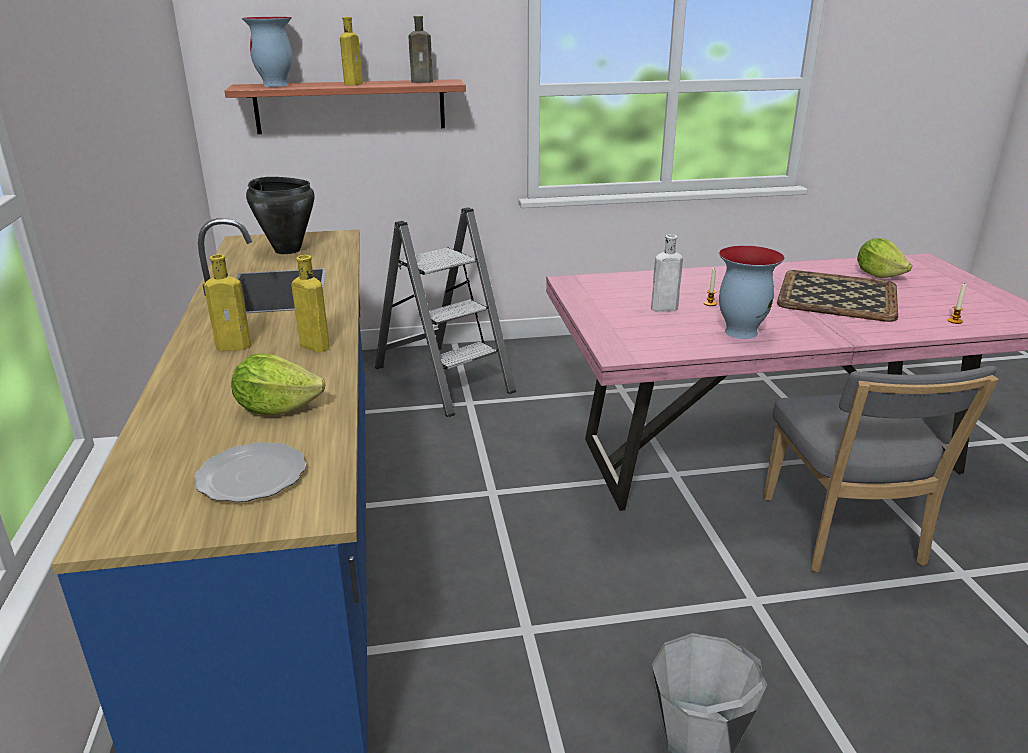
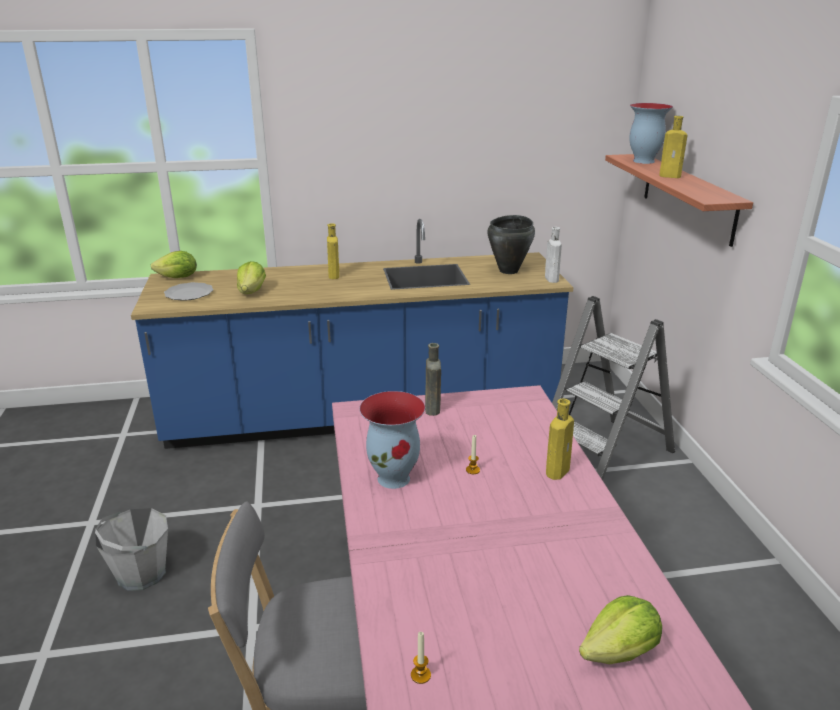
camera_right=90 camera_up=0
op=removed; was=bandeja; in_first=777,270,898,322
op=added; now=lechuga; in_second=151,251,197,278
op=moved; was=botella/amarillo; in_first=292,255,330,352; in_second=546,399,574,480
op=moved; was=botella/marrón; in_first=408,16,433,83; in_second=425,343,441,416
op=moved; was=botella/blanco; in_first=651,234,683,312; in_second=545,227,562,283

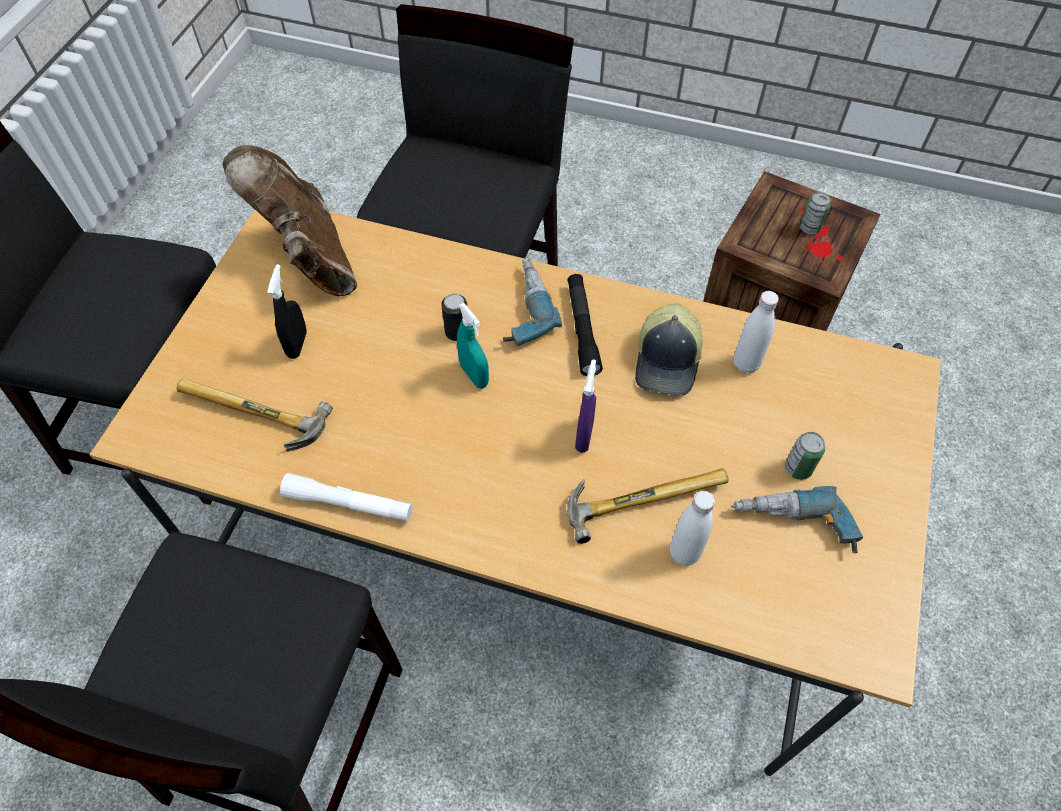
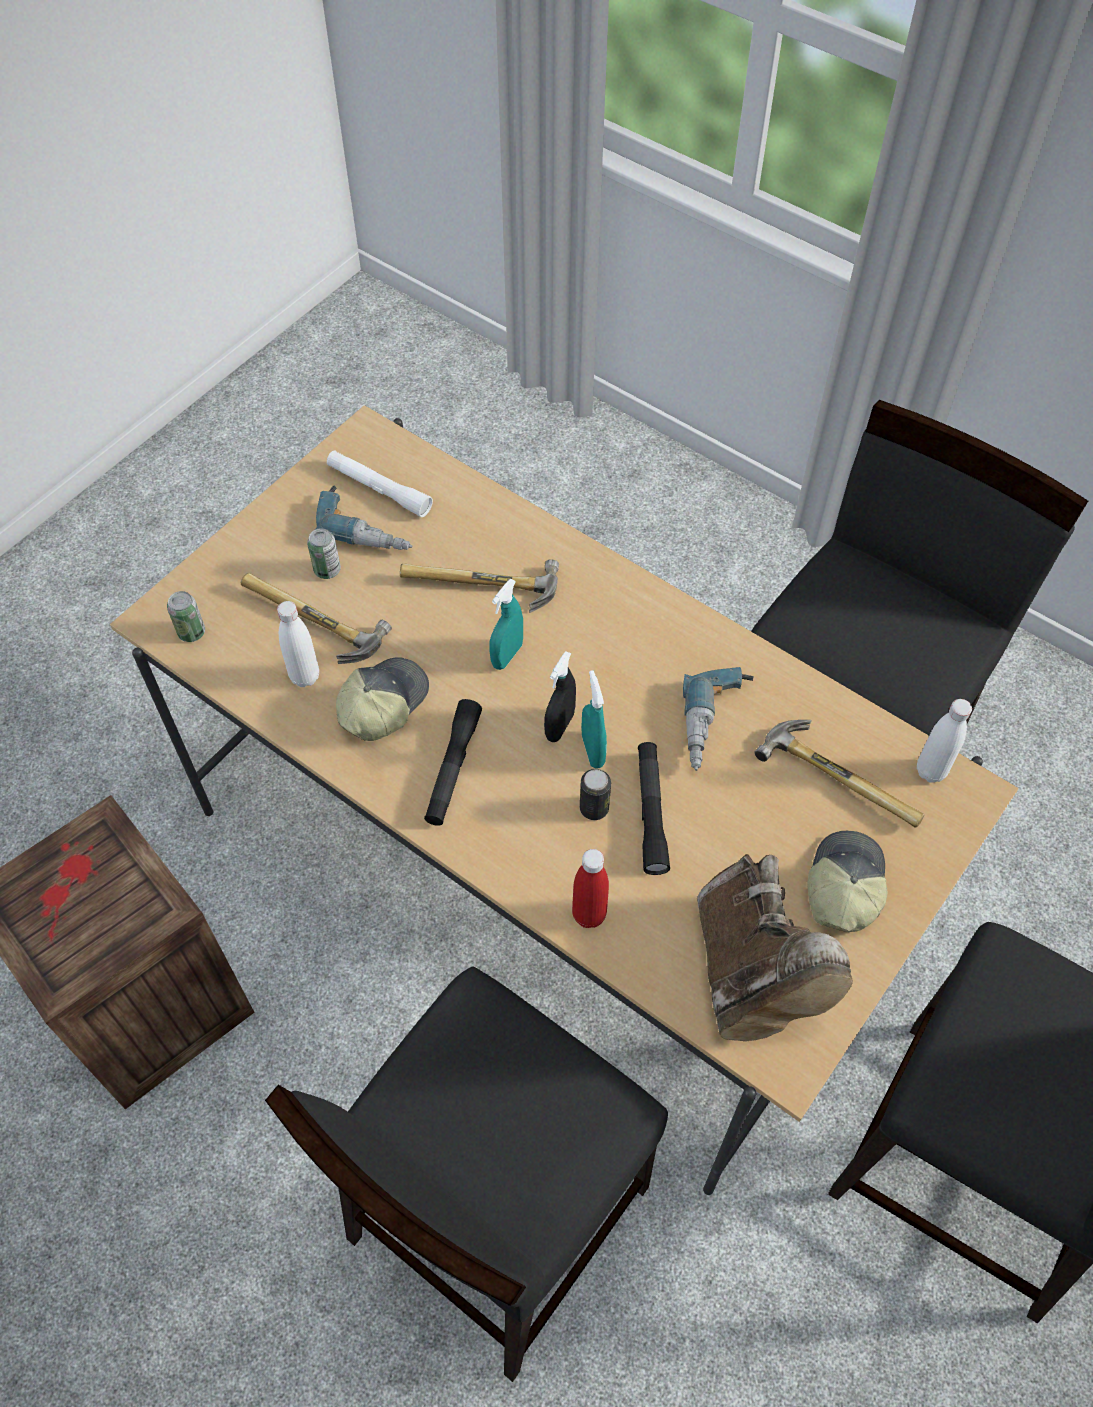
camera_right=-160 camera_up=0
op=added; now=martillo; in_second=241,573,392,664
op=added; now=botella/rojo; in_second=572,849,609,928
op=added; now=linterna/negro; in_second=638,742,670,875
op=added; now=gorra; in_second=808,830,888,932
op=moved; was=pulverizador/negro; in_first=267,264,307,359; in_second=544,651,576,742
op=moved; was=linterna/blanco; in_first=280,473,413,522; in_second=327,451,433,517
op=moved; was=taladro; in_first=503,258,562,346; in_second=683,667,754,771
op=moved; was=botella/blanco; in_first=670,491,715,566; in_second=917,699,972,783
op=moved; was=lata; in_first=800,192,831,235; in_second=167,591,205,642
op=recoloured; was=pulverizador/morado; now=pulverizador/turquesa; in_first=575,359,596,453; in_second=489,579,523,670

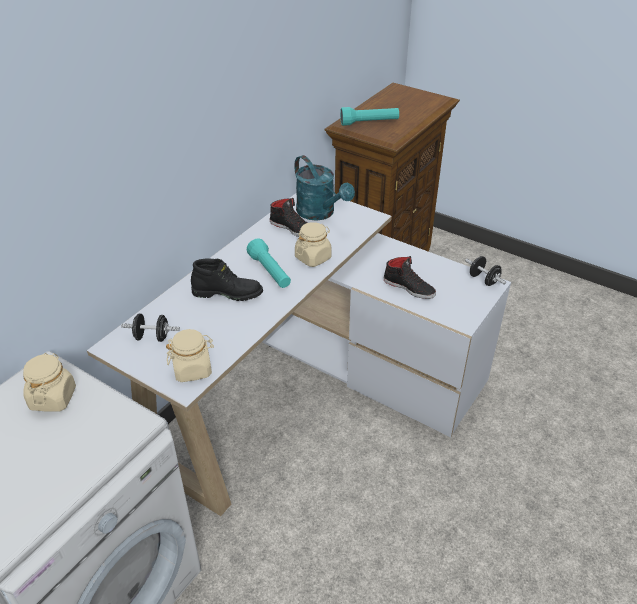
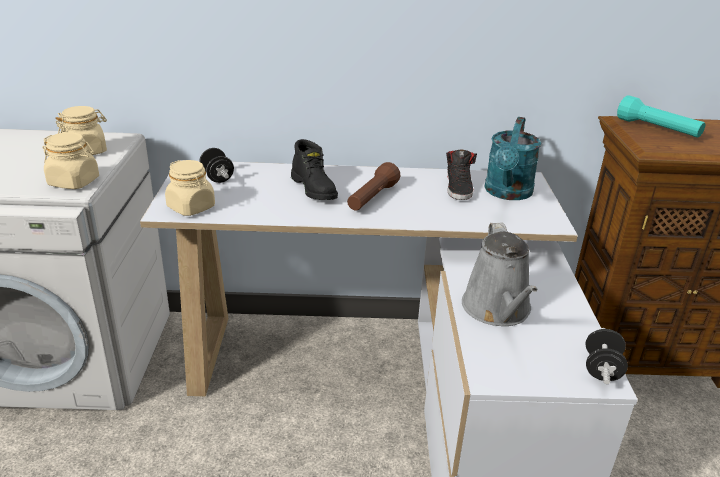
camera_right=55 camera_up=-10
op=moved; was=tarro/beis; in_first=295,222,332,267; in_second=43,132,99,189
op=replaced; was=zapato/negro; now=regadera/gris; in_first=384,256,436,299; in_second=462,223,538,326
op=recoloured; was=linterna/turquesa; now=linterna/marrón; in_first=247,238,291,288; in_second=347,162,401,211

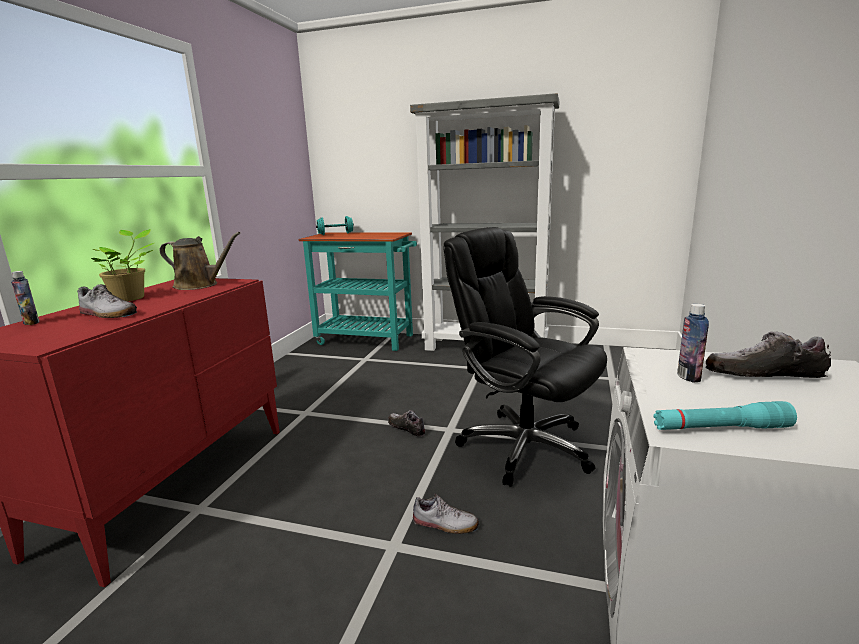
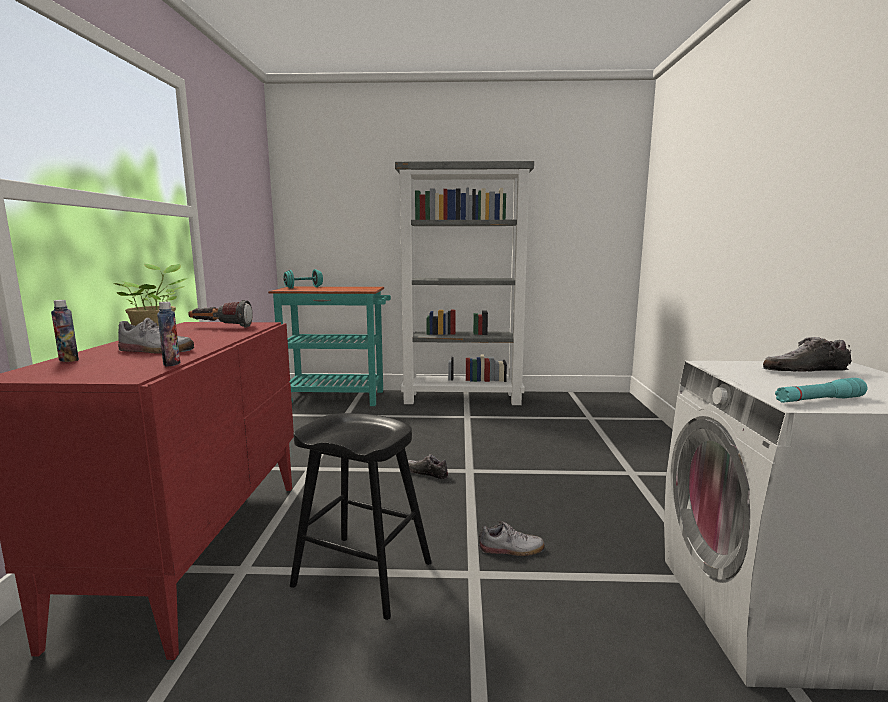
camera_right=-15 camera_up=-5
op=removed; was=silla de oficina/negro; in_first=443,227,607,487
op=added; now=taburete/negro; in_second=290,413,432,620
op=moved; was=botella; in_first=677,304,709,383; in_second=157,302,180,367
op=replaced; was=regadera/marrón; now=linterna; in_first=160,232,240,290; in_second=188,300,253,328

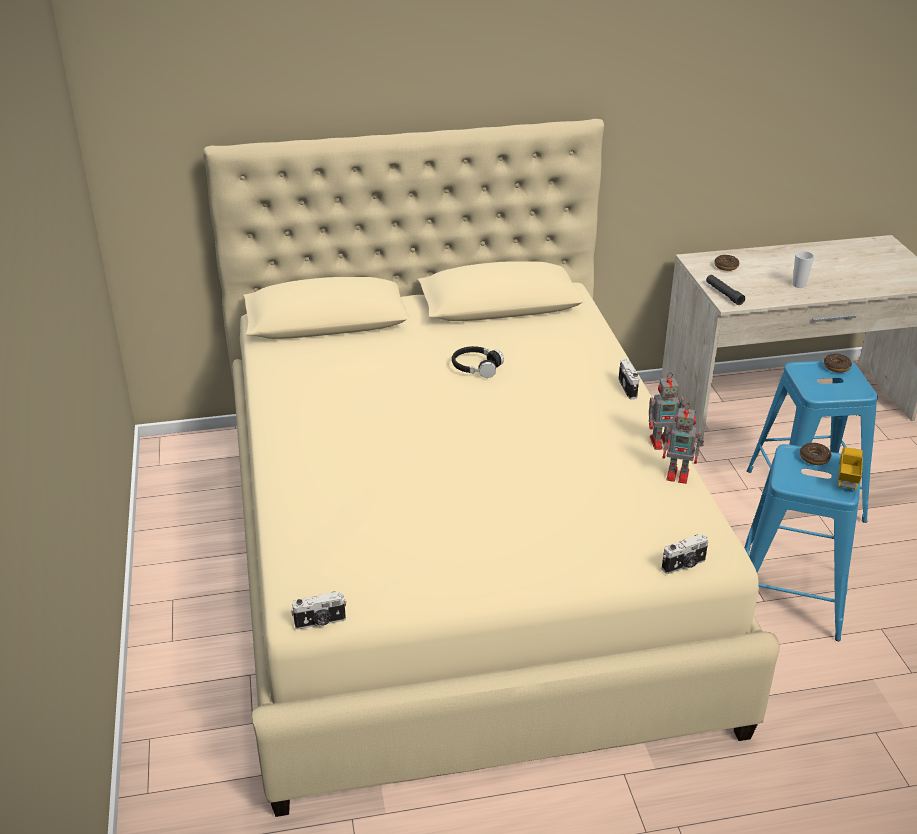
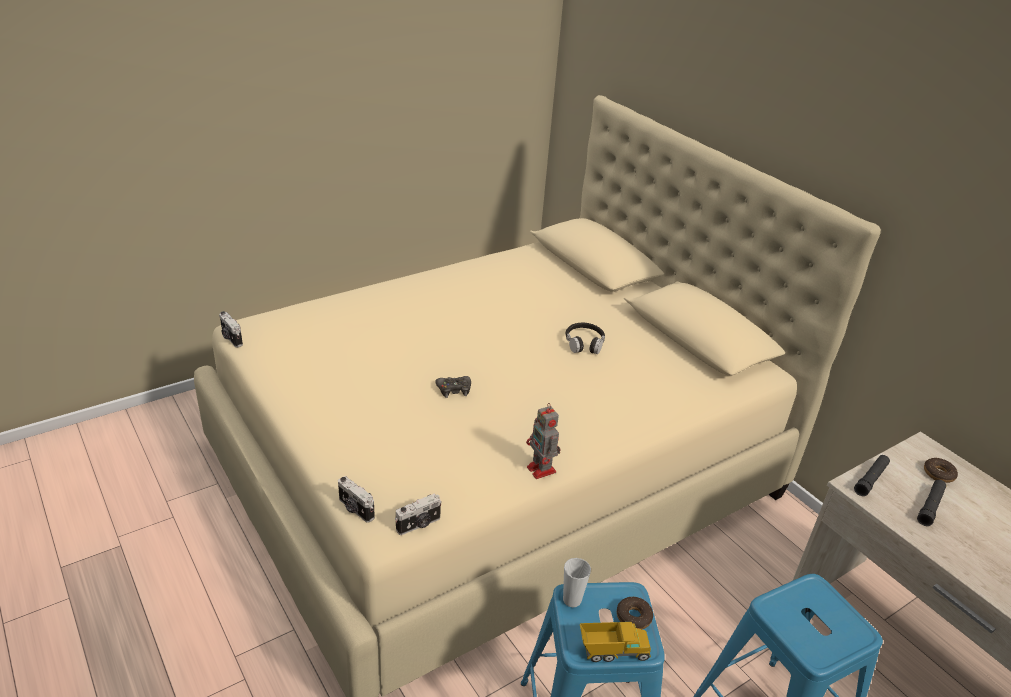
camera_right=65 camera_up=0
op=removed; was=robot de juguete; in_first=662,403,704,484
op=removed; was=rosquilla; in_first=824,353,852,373
op=added; now=mando de consola/negro; in_second=435,376,471,398
op=added; now=linterna/negro; in_second=917,480,946,526
op=moved; was=cámara; in_first=619,359,639,399; in_second=395,493,442,535
op=moved; was=taza; in_first=792,251,814,288; in_second=563,558,591,607

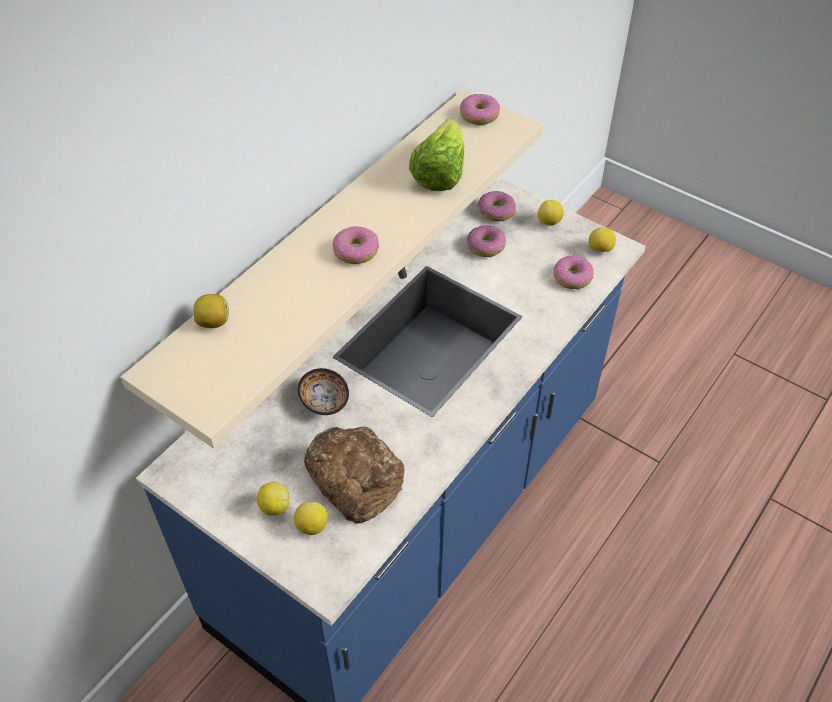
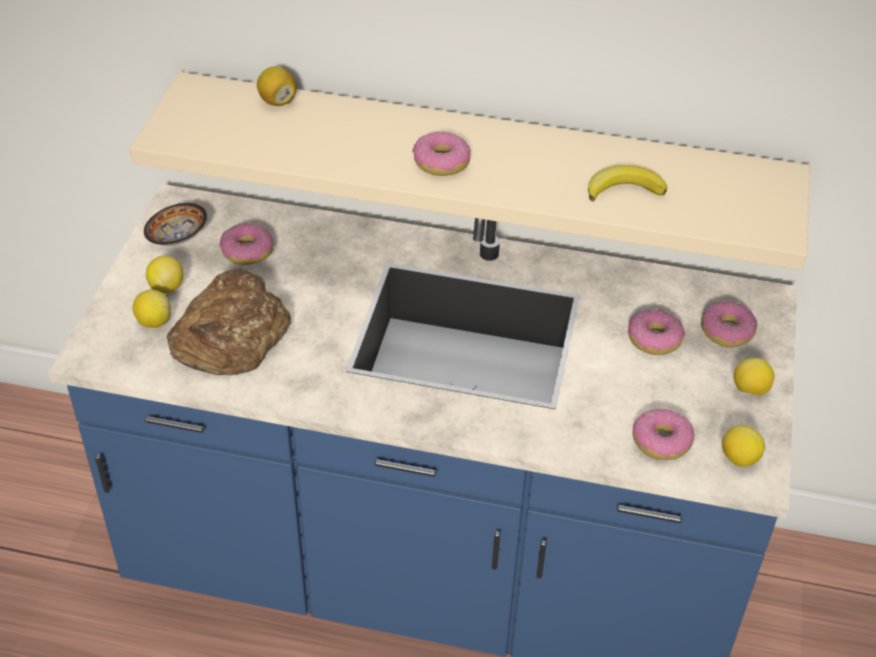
camera_right=65 camera_up=-5
op=moved; was=cuenco; in_first=298,368,349,415; in_second=144,203,207,246
op=moved; was=rosquilla; in_first=460,94,500,125; in_second=219,223,273,265
op=replaced; was=lechuga; now=plátano; in_first=409,118,464,191; in_second=588,165,667,202

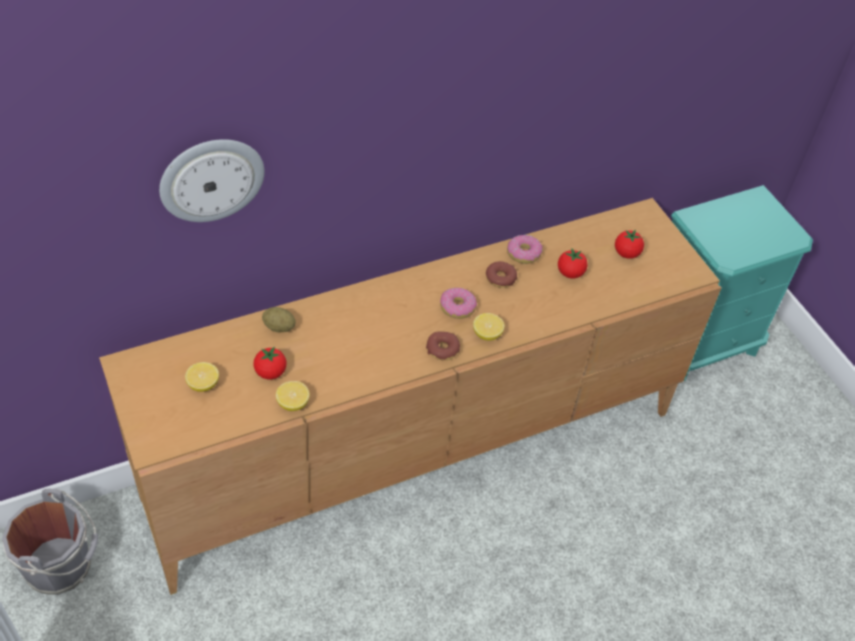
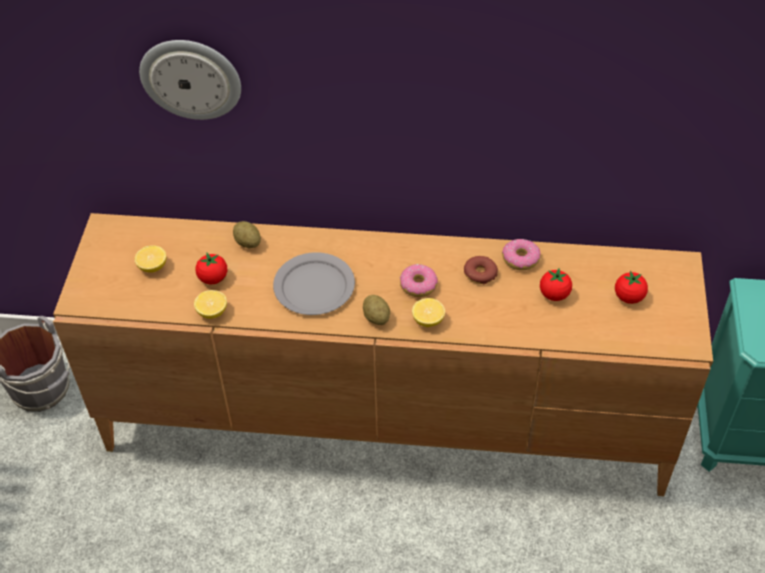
camera_right=35 camera_up=0
op=added; now=plato/gris; in_second=273,252,355,315
op=replaced; was=rosquilla; now=patata; in_first=426,331,460,360; in_second=363,295,390,325

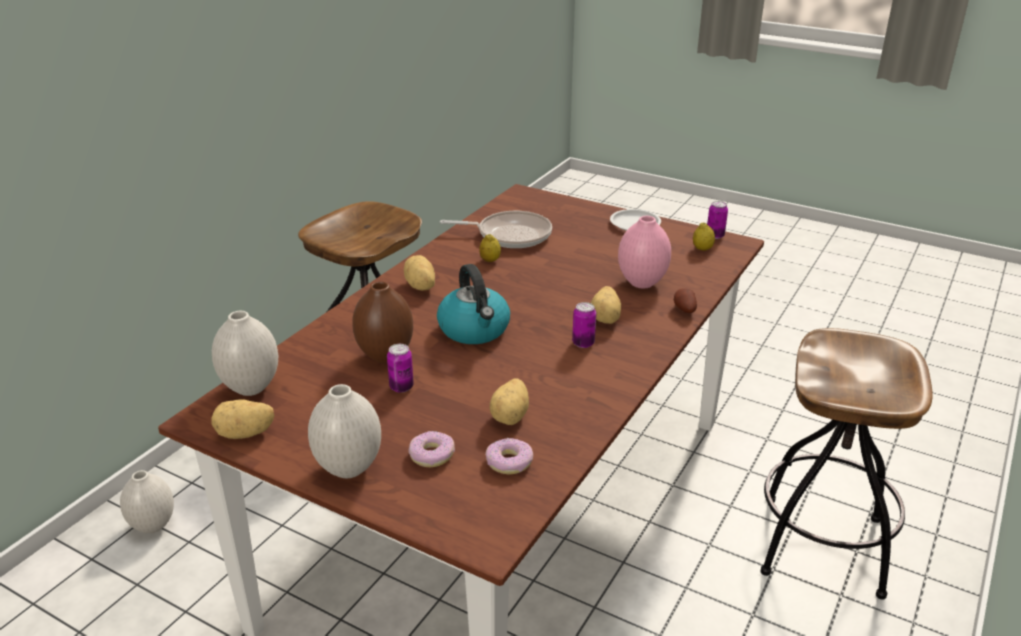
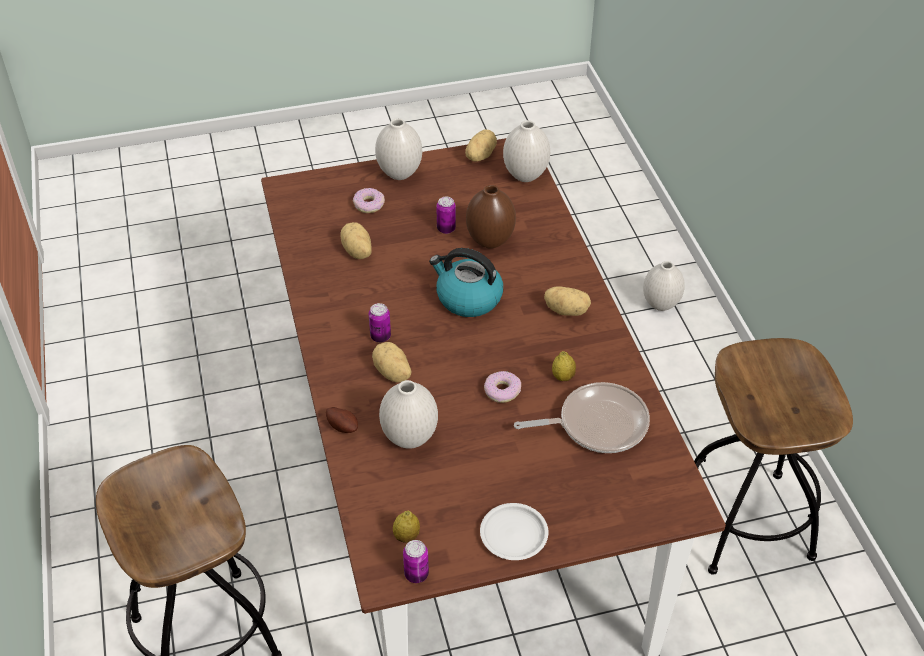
camera_right=135 camera_up=15
op=moved; was=rosquilla; in_first=485,438,533,474; in_second=484,371,521,403
op=recoloured; was=florero/rosa; now=florero/blanco; in_first=618,216,671,289; in_second=379,380,438,449
op=turned; was=sartén; in_first=440,211,552,248; in_second=514,382,650,453; clockwise=-150

